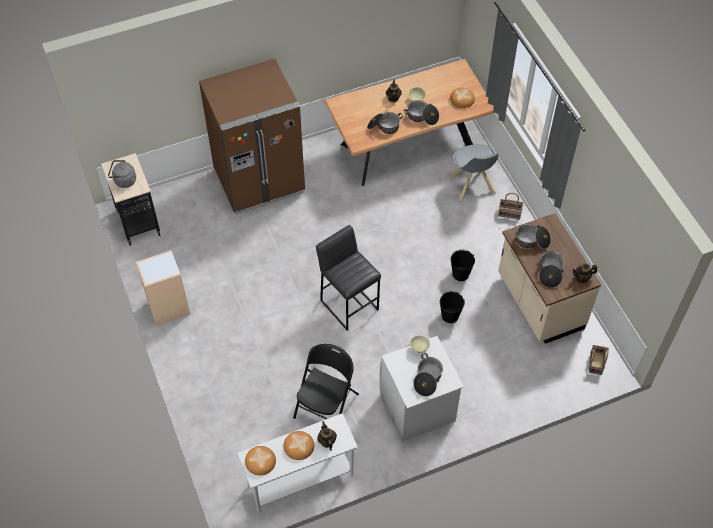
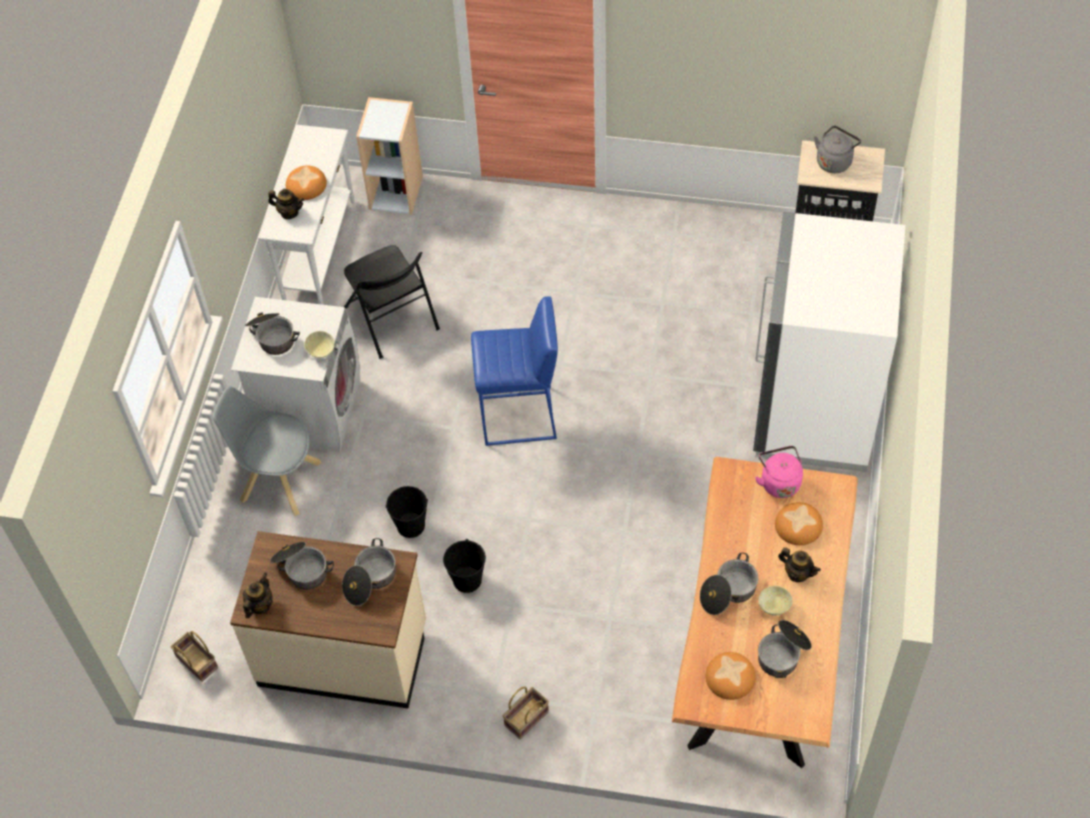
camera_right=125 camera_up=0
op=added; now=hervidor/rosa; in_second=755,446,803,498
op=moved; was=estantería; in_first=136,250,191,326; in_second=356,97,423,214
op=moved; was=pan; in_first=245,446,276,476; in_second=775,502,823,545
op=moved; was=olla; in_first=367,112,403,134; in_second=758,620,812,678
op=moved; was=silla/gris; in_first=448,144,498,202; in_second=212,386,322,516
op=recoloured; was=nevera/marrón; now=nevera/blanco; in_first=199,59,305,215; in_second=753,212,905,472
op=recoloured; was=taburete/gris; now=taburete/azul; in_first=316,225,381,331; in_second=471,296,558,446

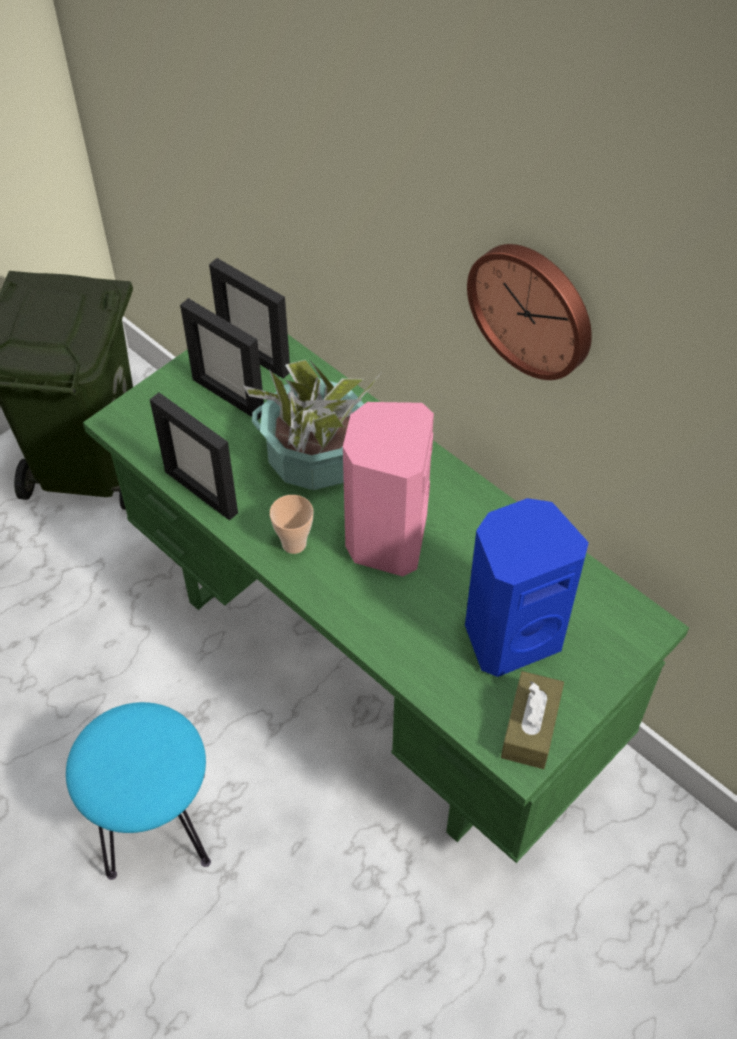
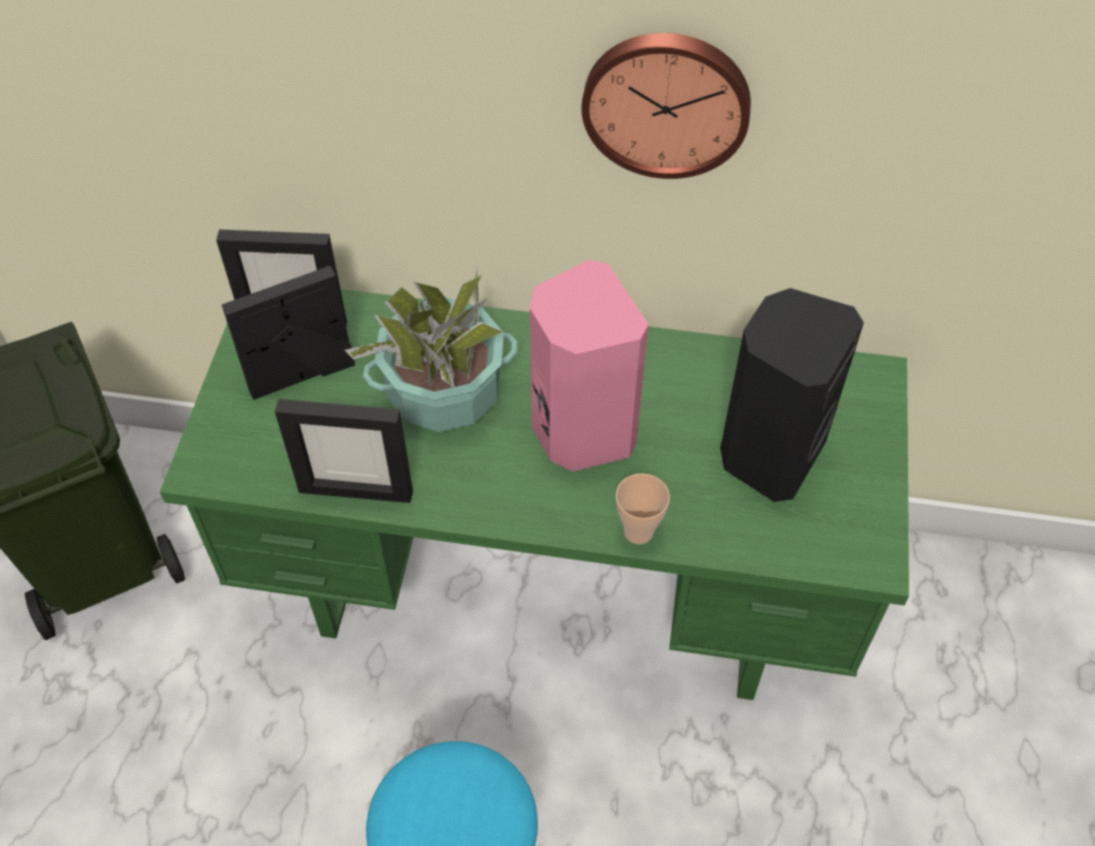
camera_right=-35 camera_up=0
op=removed; was=caja de pañuelos/marrón; in_first=501,671,564,769
op=moved; was=taza; in_first=270,495,313,554; in_second=616,473,670,544
op=recoloured; was=altavoz/azul; now=altavoz/negro; in_first=465,498,589,677; in_second=720,288,864,502
op=turned; was=portarretratos; in_first=180,298,264,420; in_second=222,266,355,400; clockwise=150

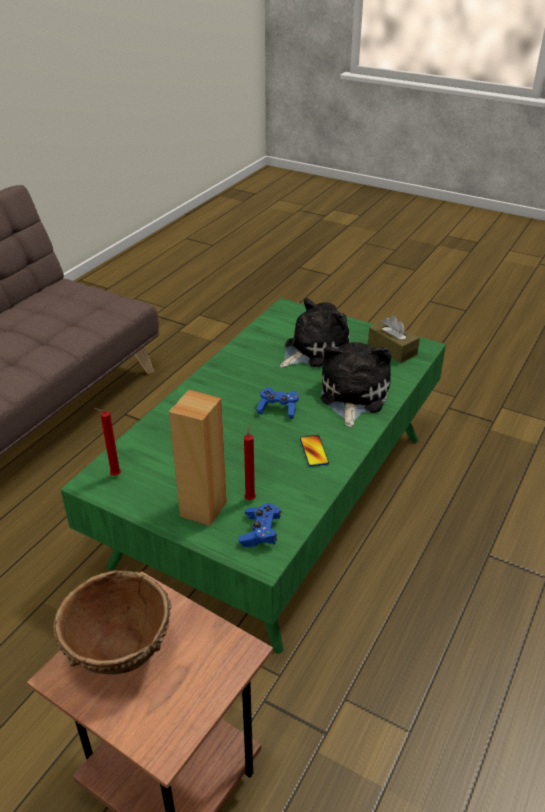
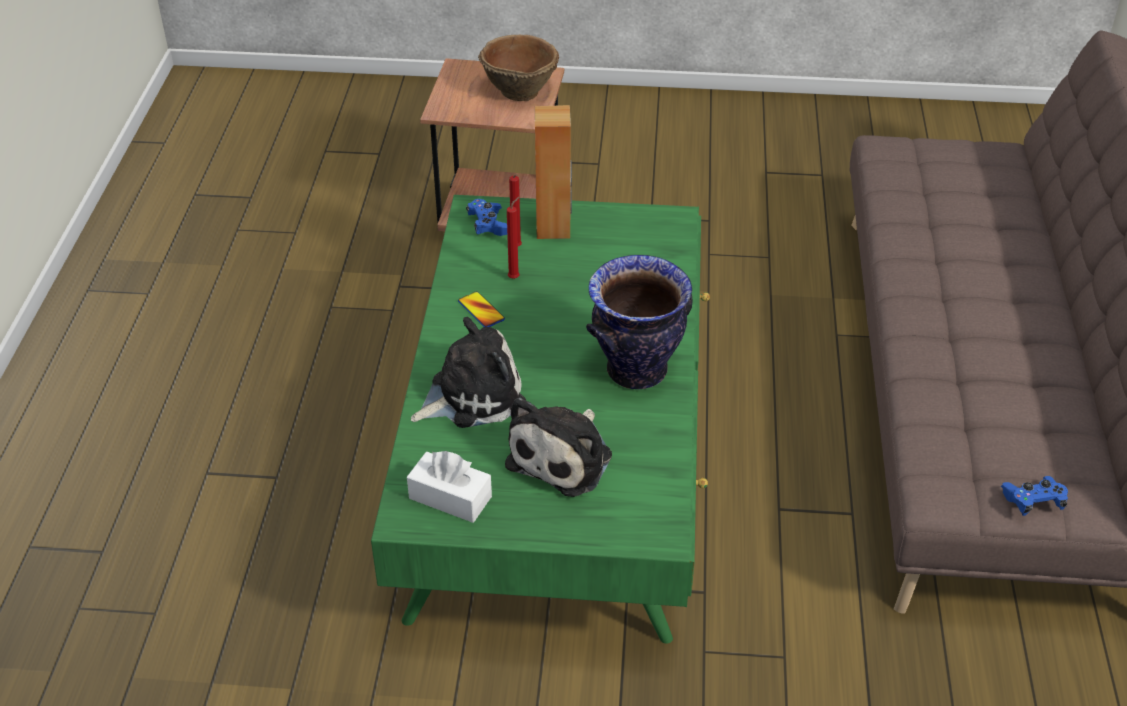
camera_right=155 camera_up=5
op=added; now=florero; in_second=586,255,693,389
op=moved; was=vela/rojo; in_first=94,408,121,476; in_second=507,197,520,279
op=moved; was=mando de consola/azul; in_first=256,387,299,419; in_second=1001,476,1068,516
op=recoloured; was=caja de pañuelos/marrón; now=caja de pañuelos/blanco; in_first=368,316,420,363; in_second=407,451,492,523
op=turned; was=peluche; in_first=321,342,391,427; in_second=411,317,526,428; clockwise=-105

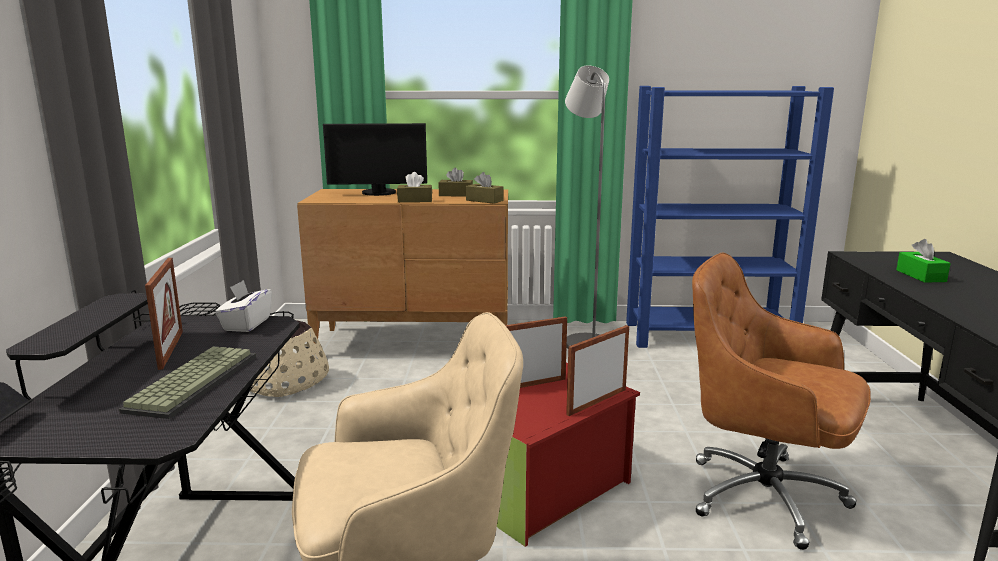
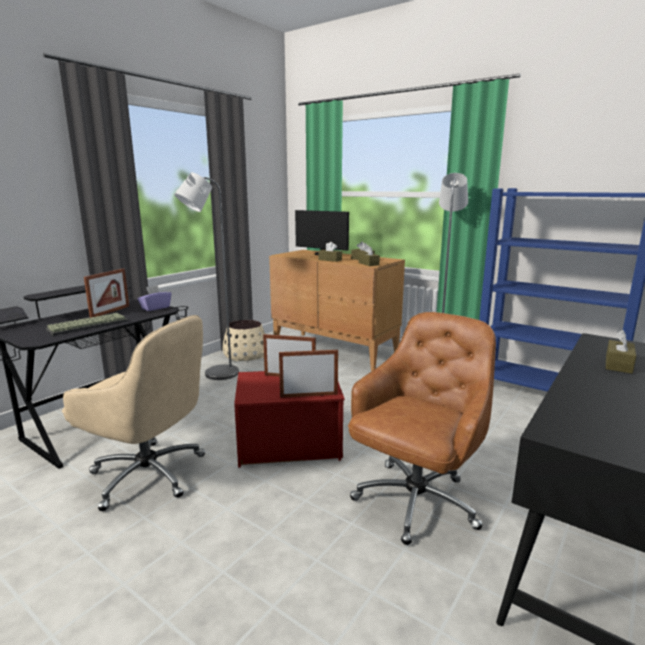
camera_right=35 camera_up=0
op=added; now=lámpara de pie/gris; in_second=174,172,239,380
op=recoloured; was=caja de pañuelos/blanco; now=caja de pañuelos/morado; in_first=215,280,272,332; in_second=137,285,171,311
op=recoloured; was=caja de pañuelos/verde; now=caja de pañuelos/marrón; in_first=896,239,951,283; in_second=606,330,636,374
op=turned; was=silla de oficina/marrón; in_first=692,252,871,550; in_second=348,312,496,545; clockwise=60

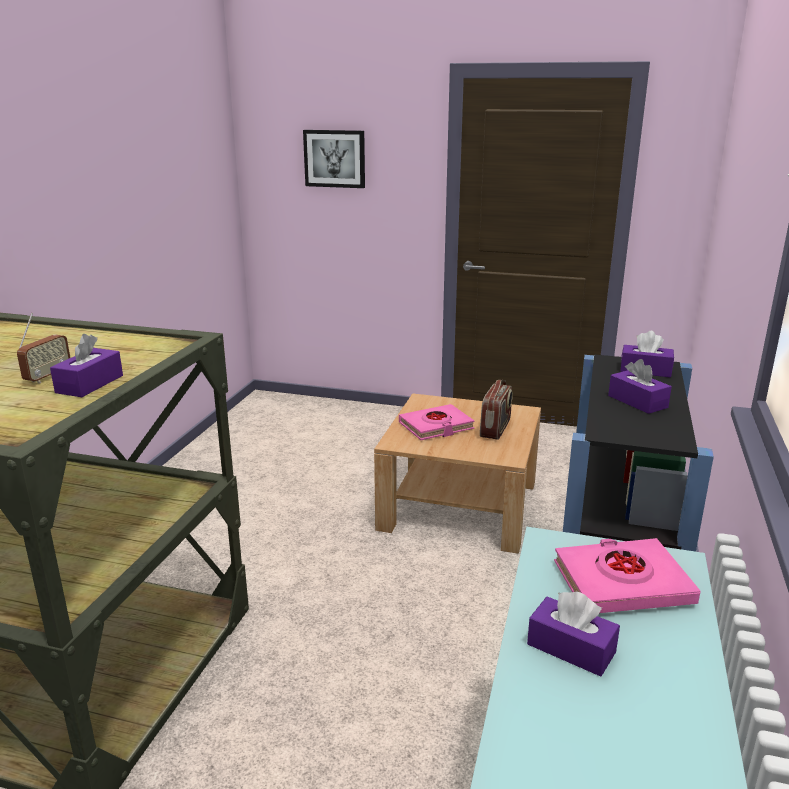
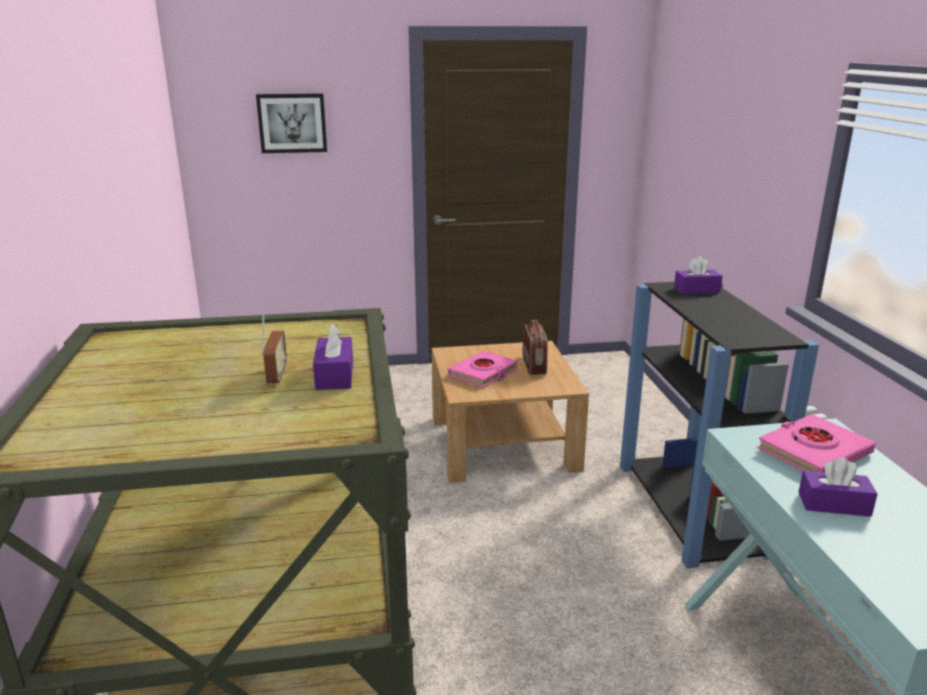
camera_right=-25 camera_up=0
op=removed; was=caja de pañuelos/morado; in_first=608,359,672,414

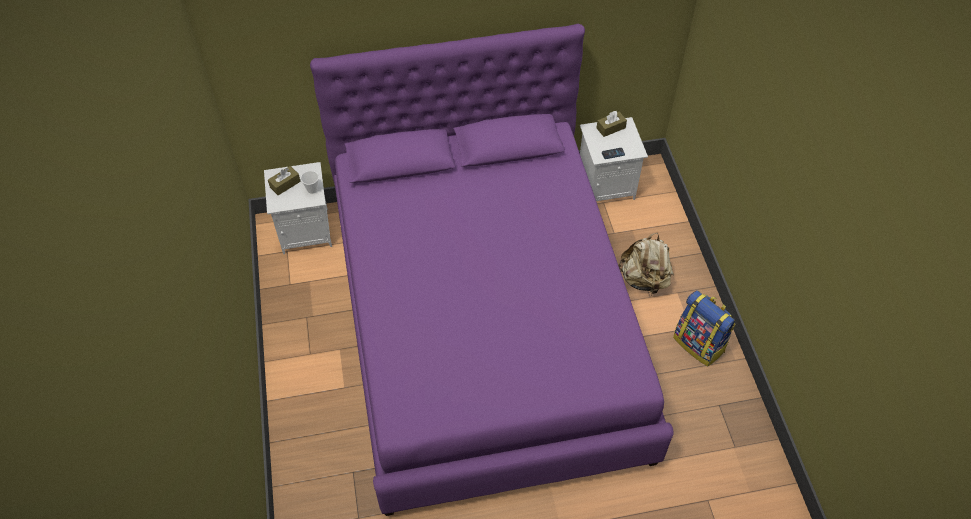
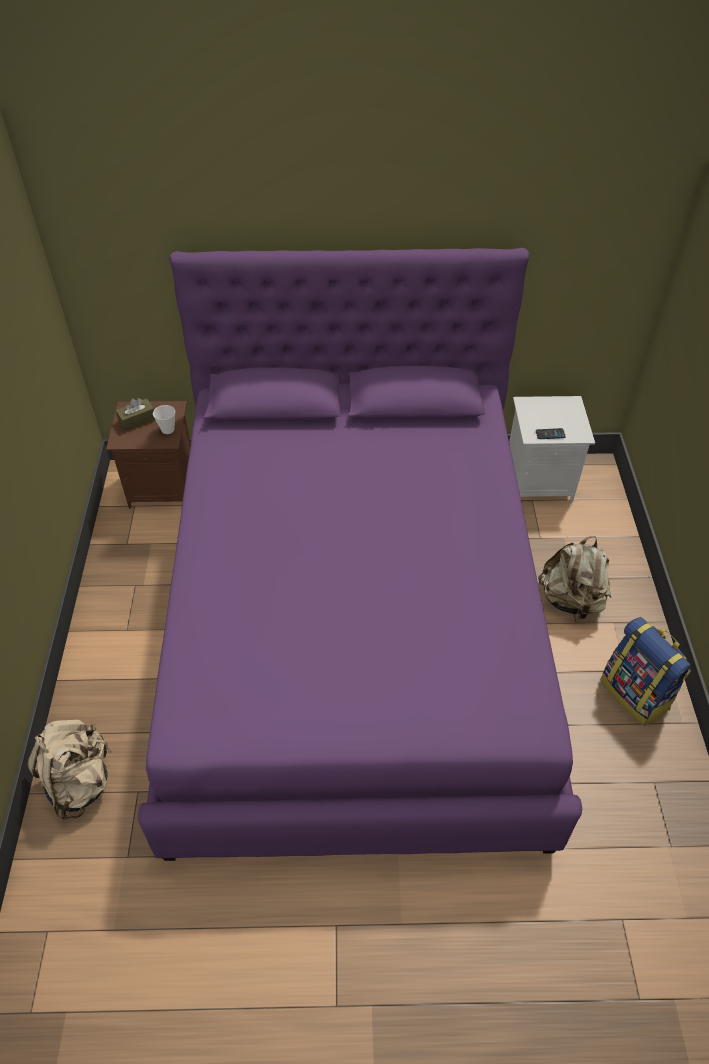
camera_right=10 camera_up=-5
op=removed; was=caja de pañuelos/marrón; in_first=596,111,627,137
op=added; now=mochila/beis; in_second=28,720,112,820
op=recoloured; was=mesita de noche/gris; now=mesita de noche/marrón; in_first=264,162,332,254; in_second=106,401,191,509

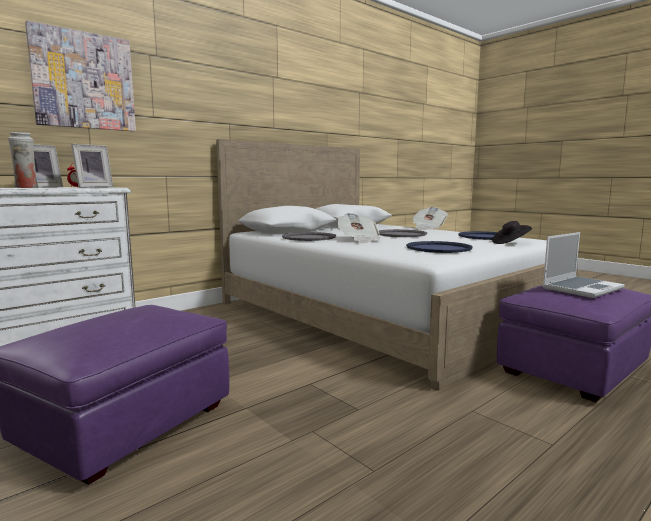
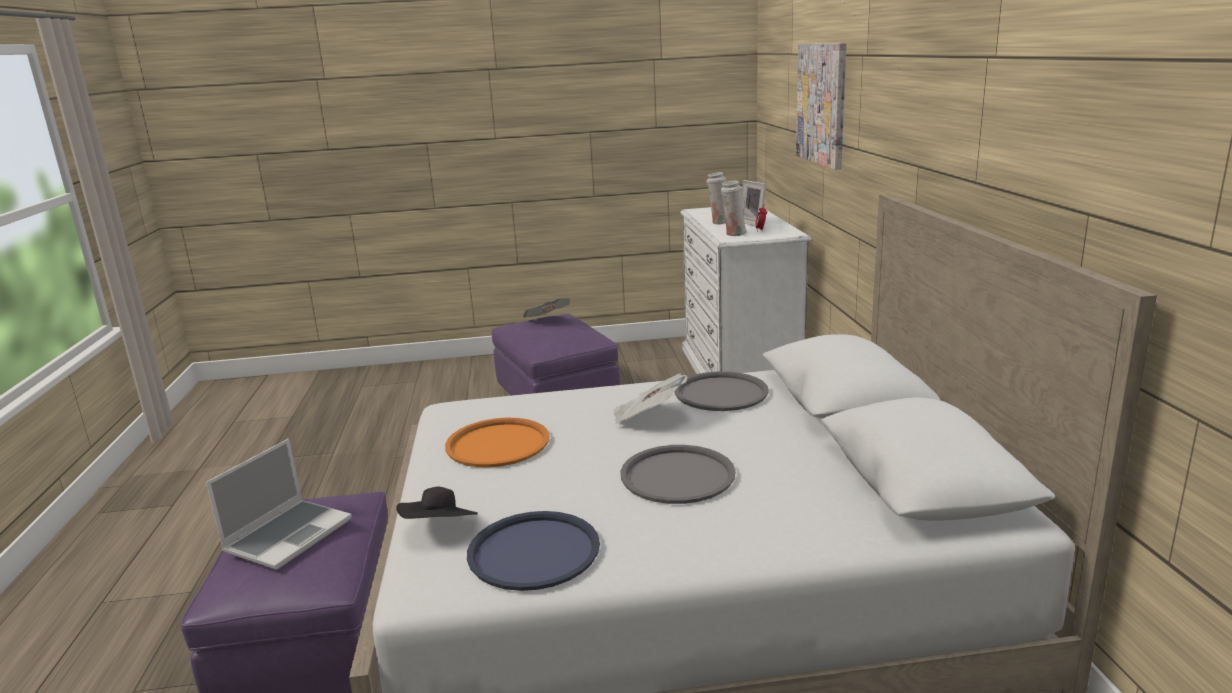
camera_right=125 camera_up=10
op=moved; was=periódico; in_first=412,207,448,231; in_second=523,298,570,318
op=replaced; was=portarretratos; now=florero/blanco; in_first=71,144,113,188; in_second=721,181,747,236
op=recoloured; was=bandeja/azul; now=bandeja/naranja; in_first=406,241,473,253; in_second=445,418,549,467
op=turned; was=portátil; in_first=542,232,625,298; in_second=206,438,352,570; clockwise=-150

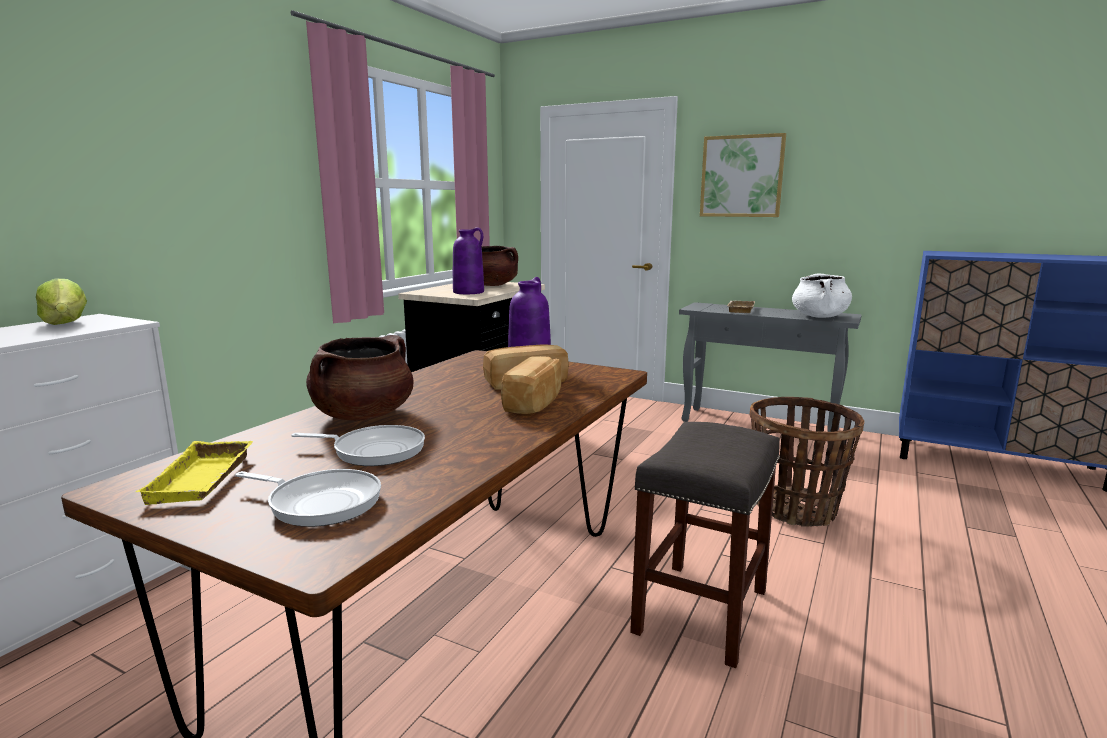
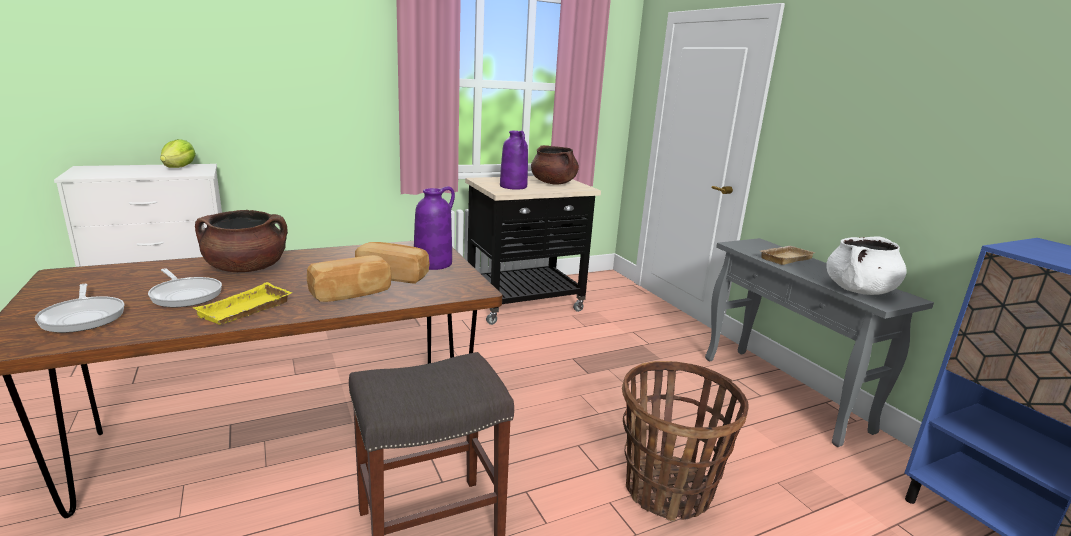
camera_right=35 camera_up=5
op=removed; was=cuadro; in_first=700,133,786,217
op=moved; was=bandeja/amarillo; in_first=136,441,253,505; in_second=193,282,292,325

